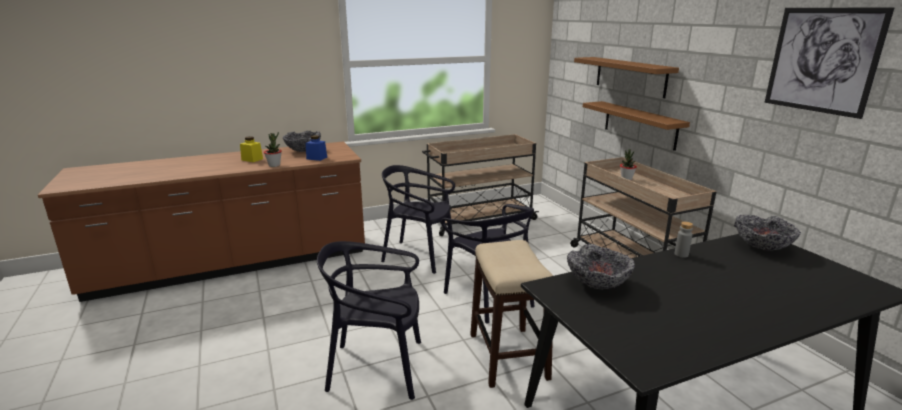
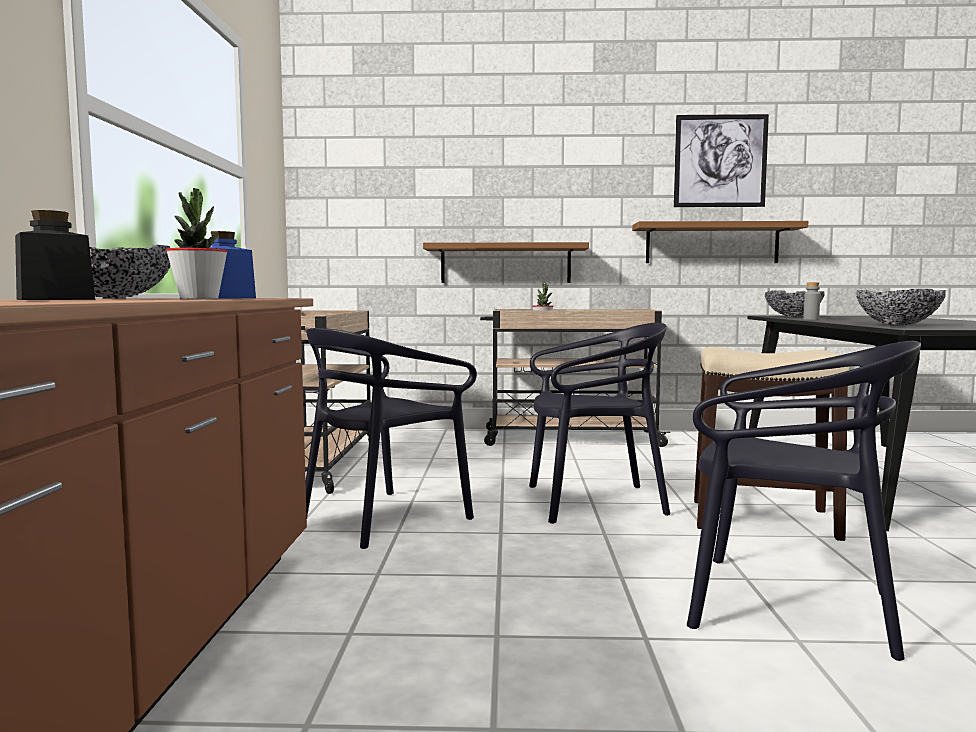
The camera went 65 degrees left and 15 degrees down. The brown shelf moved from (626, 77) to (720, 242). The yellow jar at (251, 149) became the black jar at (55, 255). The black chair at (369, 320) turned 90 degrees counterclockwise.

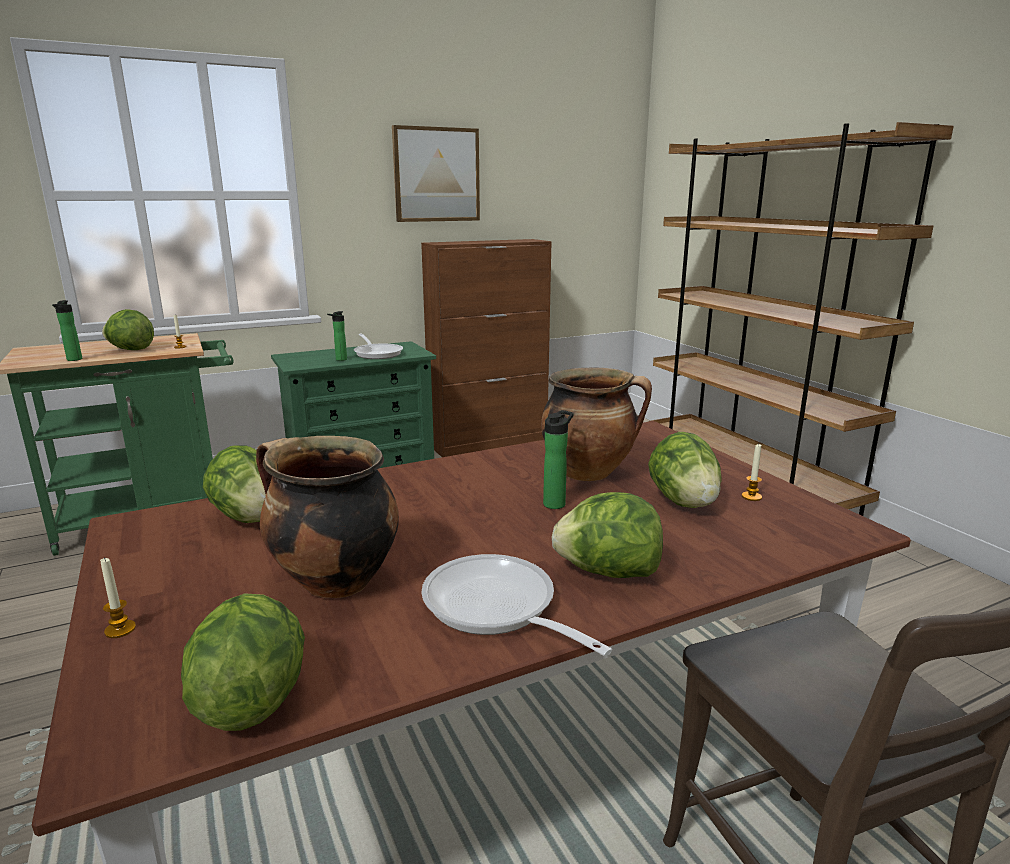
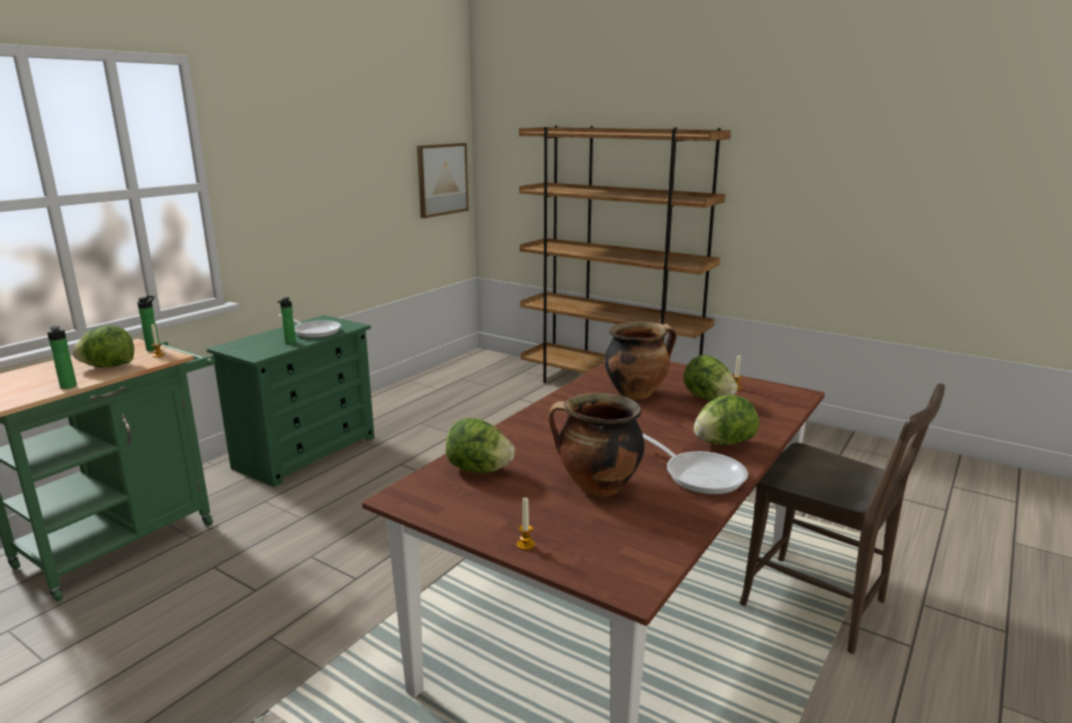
The camera went 30 degrees left and 0 degrees up. The picture moved from (436, 173) to (443, 180). The brown cabinet at (486, 348) disappeared. The bottle moved from (558, 459) to (148, 323). The frying pan at (516, 605) turned 150 degrees counterclockwise. The lettuce at (243, 662) disappeared.

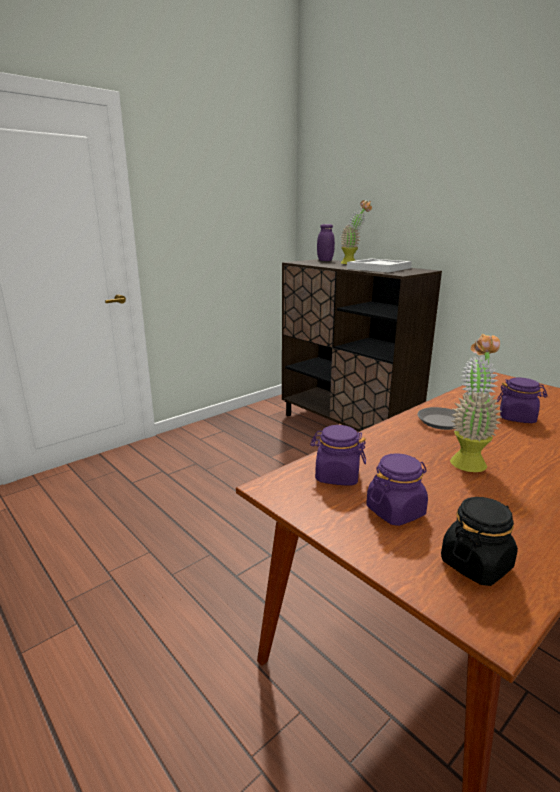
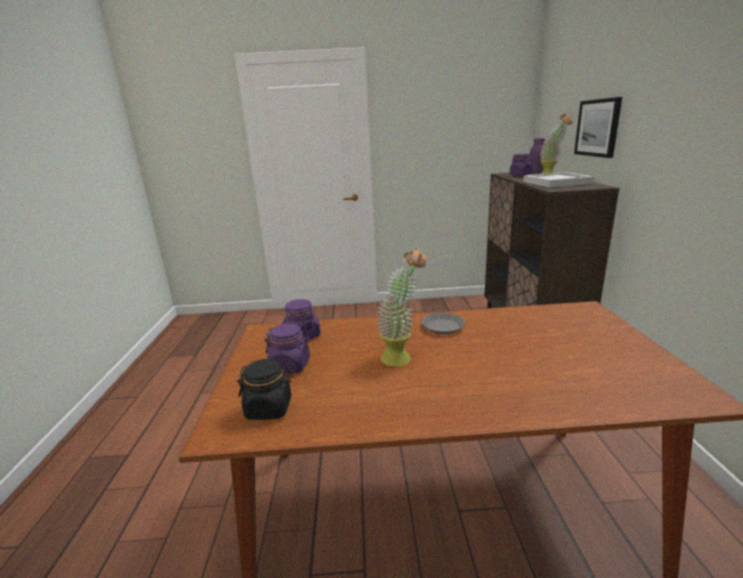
The camera went 40 degrees right and 0 degrees up. The purple jar moved from (522, 400) to (521, 165). The picture at (598, 127) appeared.

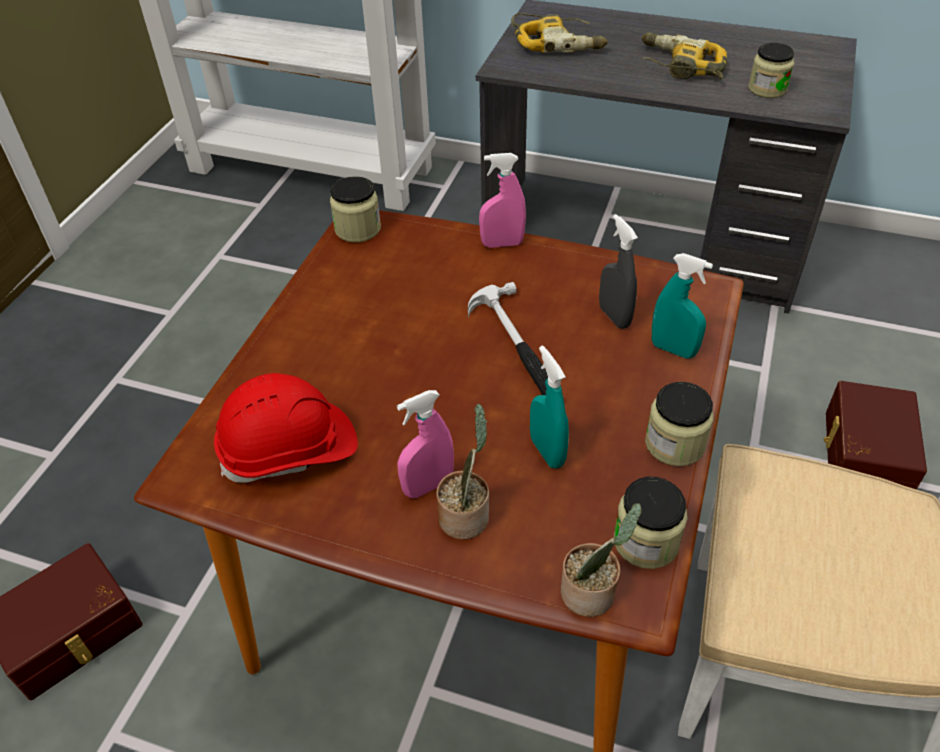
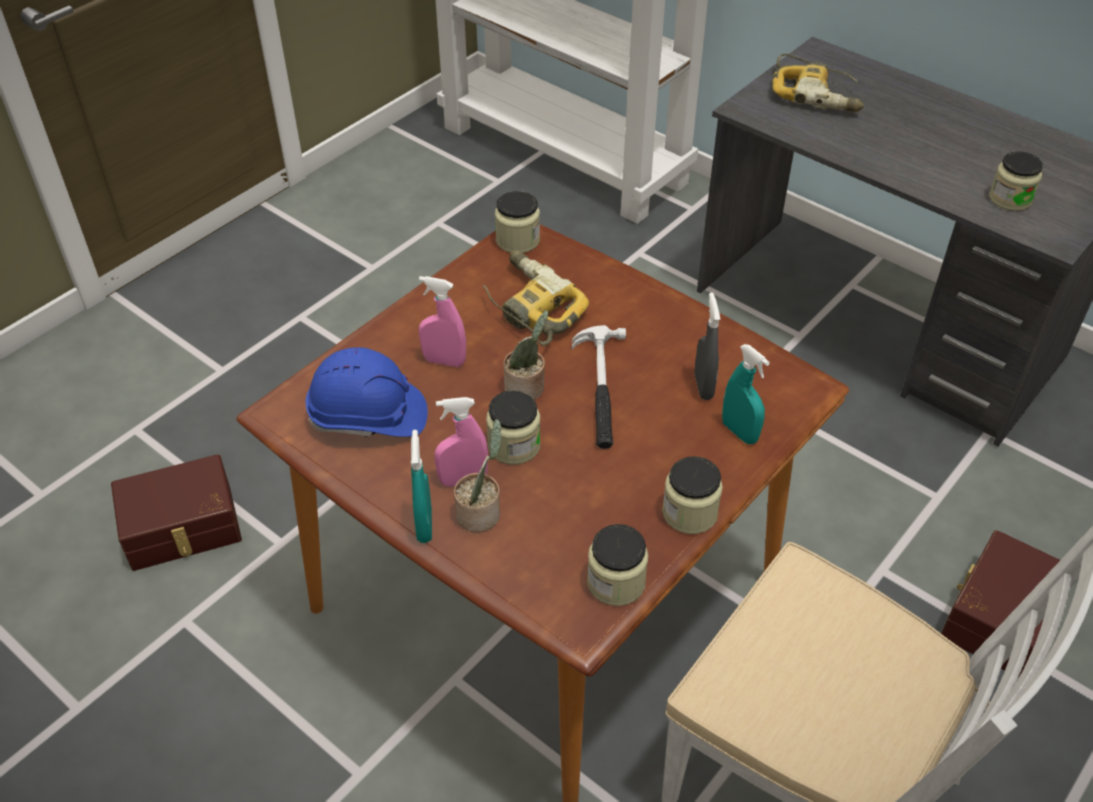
The camera went 20 degrees right and 0 degrees up. The power drill moved from (684, 56) to (536, 298). The pink spray bottle moved from (502, 200) to (442, 321). The turquoise spray bottle moved from (549, 406) to (421, 486). The red hard hat at (286, 428) became the blue hard hat at (367, 392). The potted plant moved from (601, 560) to (525, 355). The jar at (513, 427) appeared.

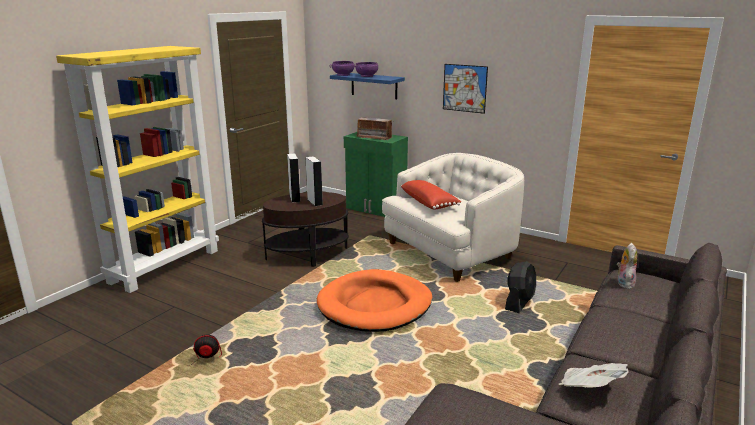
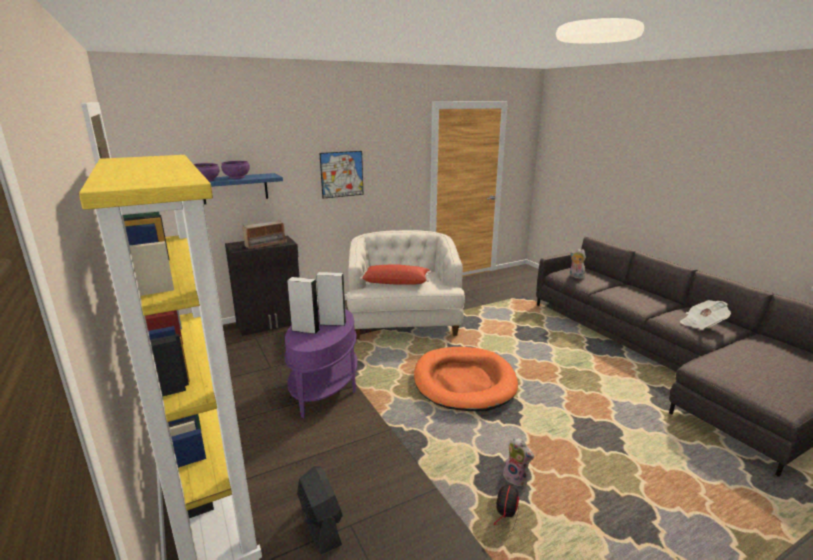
The camera went 60 degrees left and 0 degrees up. The green cabinet at (376, 174) became the black cabinet at (262, 285). The brown side table at (305, 229) became the purple side table at (321, 363). The black fan moved from (520, 287) to (320, 510). The plush toy at (518, 461) appeared.

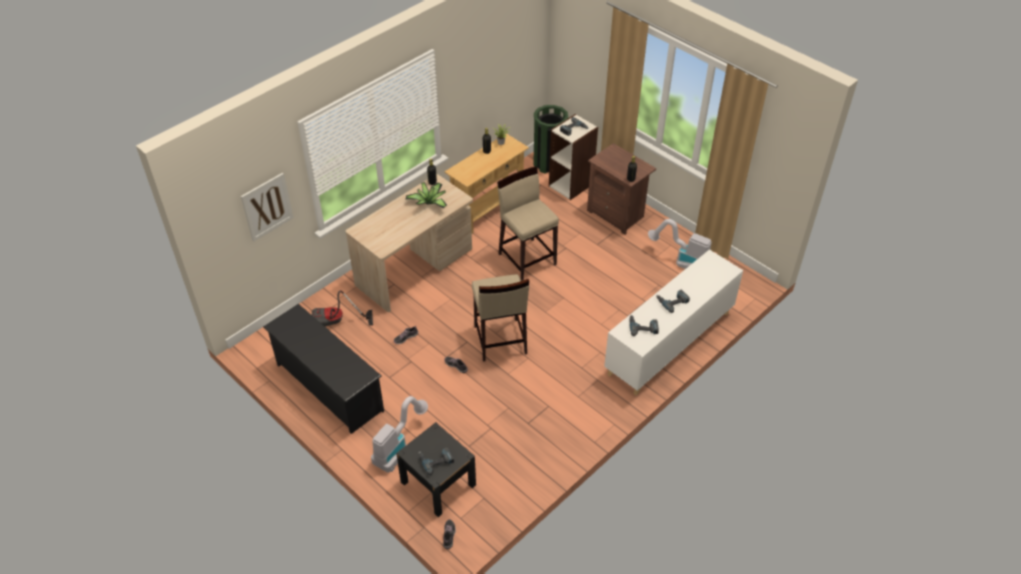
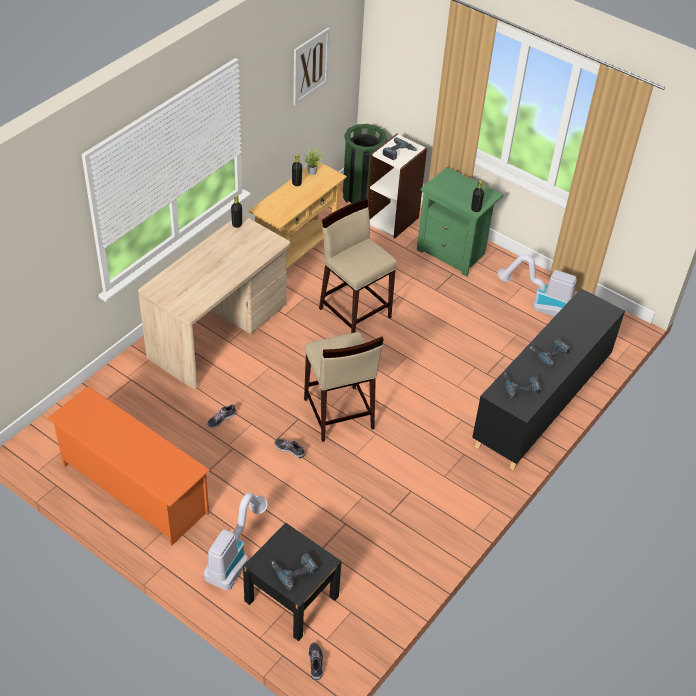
The camera went 10 degrees left and 0 degrees up. The brown nightstand at (621, 189) became the green nightstand at (460, 222). The picture moved from (267, 207) to (311, 67). The potted plant at (426, 195) disappeared. The white cabinet at (673, 322) became the black cabinet at (548, 379). The vacuum cleaner at (342, 309) disappeared. The black shoe rack at (323, 369) became the orange shoe rack at (128, 465).

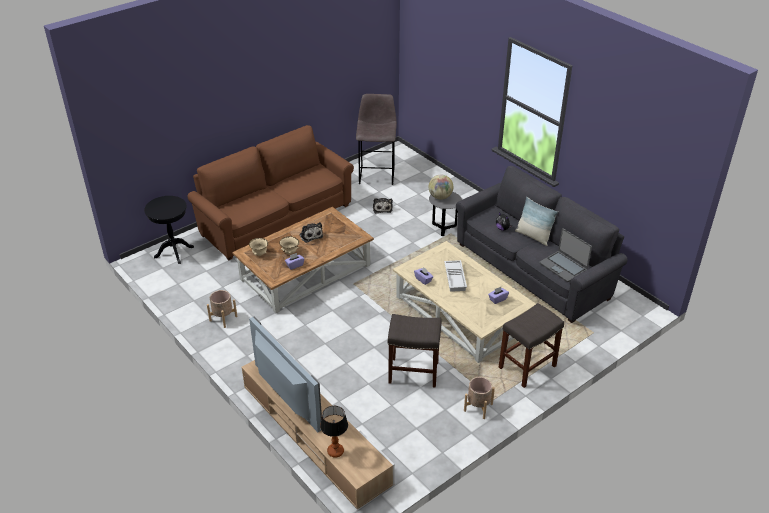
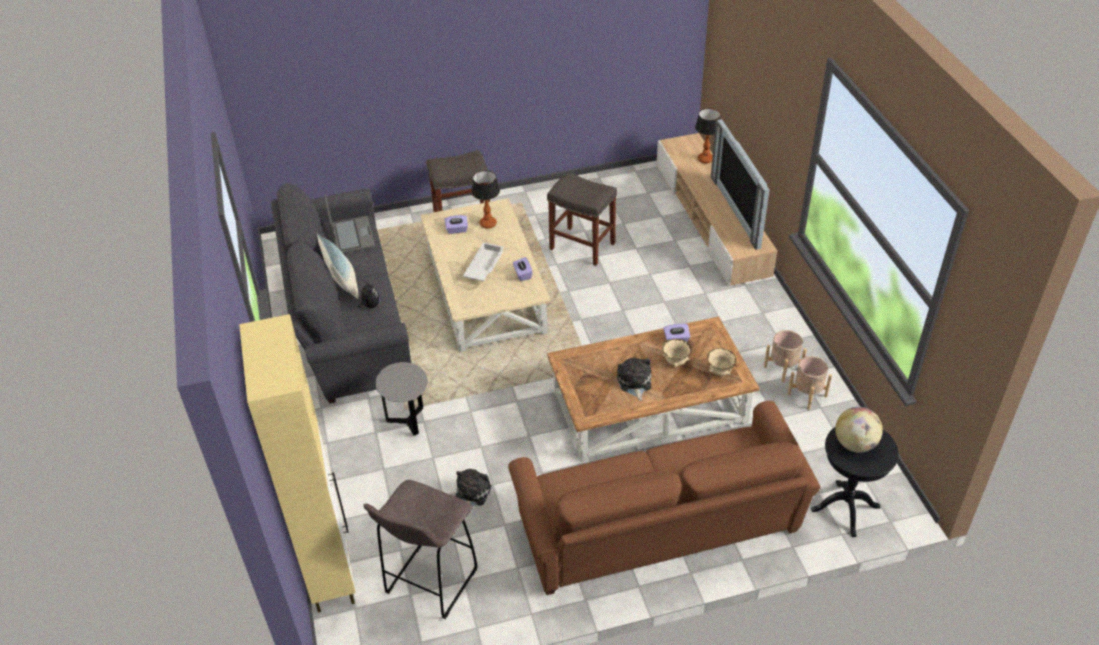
The camera went 155 degrees left and 5 degrees up. The globe moved from (441, 187) to (859, 430). The beige planter moved from (479, 398) to (810, 383). The table lamp at (485, 199) appeared. The beige cabinet at (297, 463) appeared.

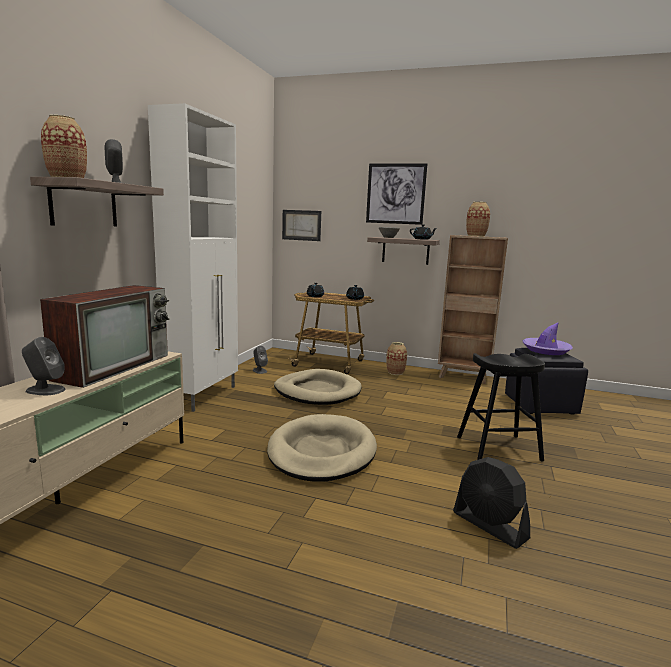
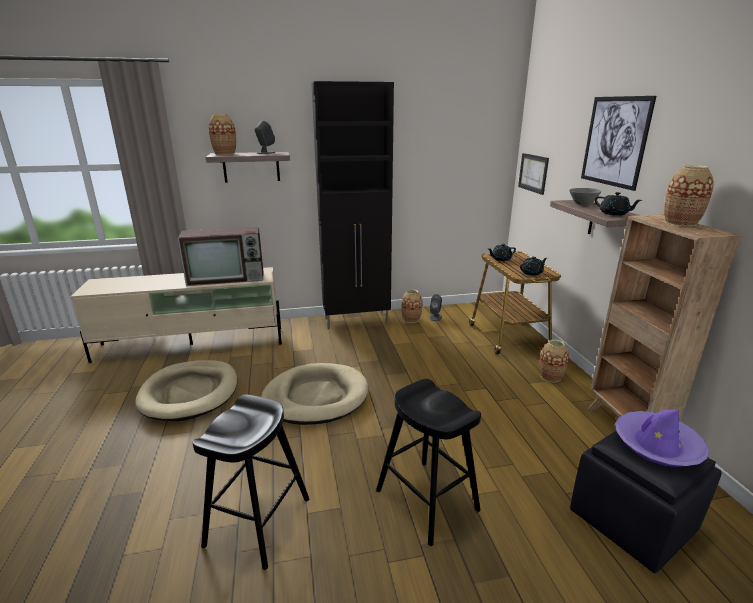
The camera went 60 degrees right and 10 degrees up. The white cabinet at (193, 257) became the black cabinet at (352, 204). The grey speaker at (44, 366) disappeared. The beige dog bed moved from (318, 387) to (186, 390). The black fan at (491, 503) was replaced by the black stool at (251, 482). The vase at (412, 306) appeared.

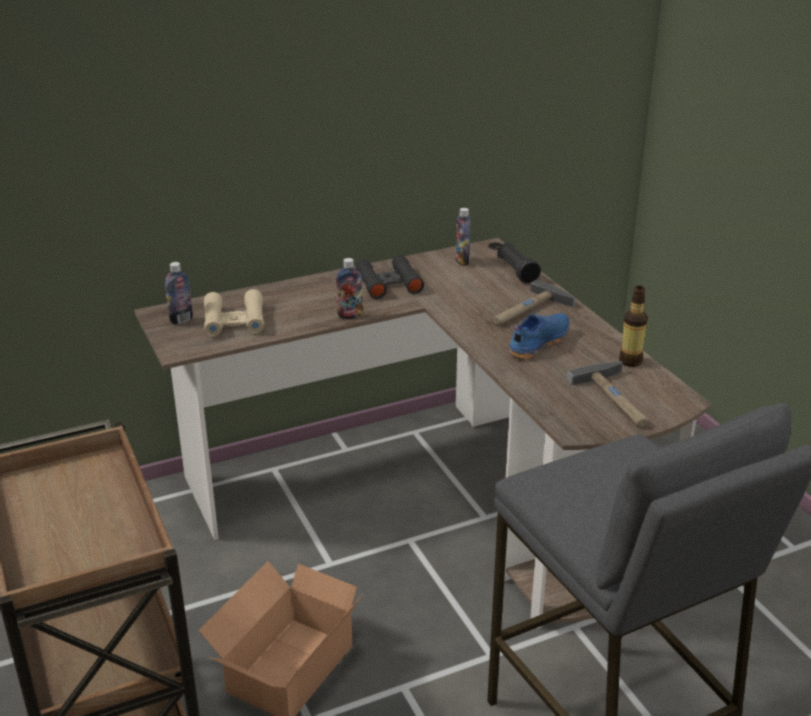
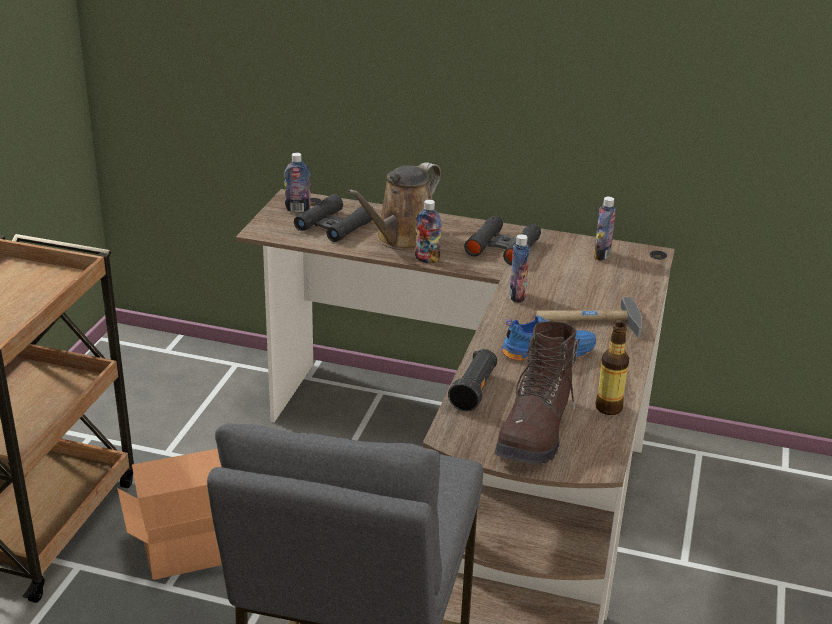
The camera went 40 degrees right and 0 degrees up. The black flashlight moved from (519, 263) to (472, 380). The beige binoculars at (234, 313) became the black binoculars at (334, 218). The hammer at (607, 394) was replaced by the brown boot at (537, 393). The brown watering can at (394, 206) appeared. The bottle at (519, 268) appeared.

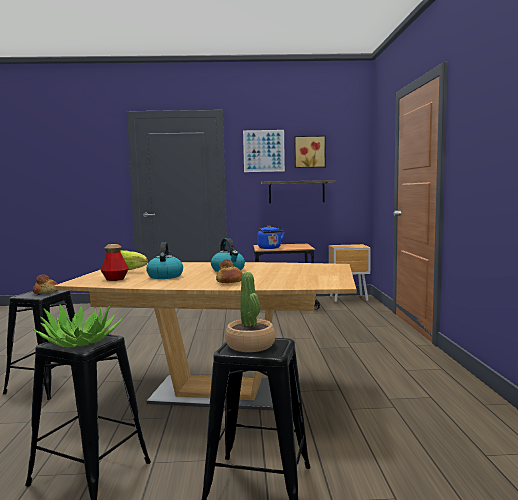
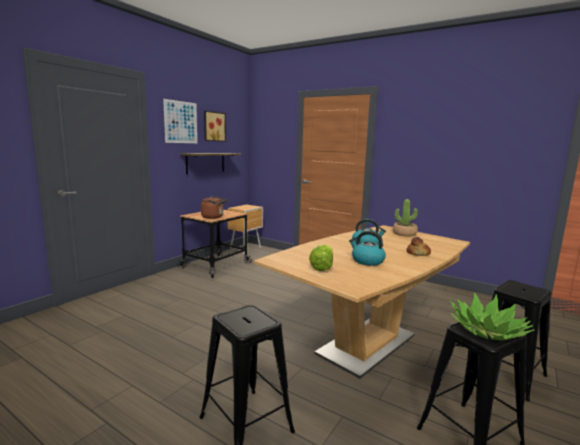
The camera went 55 degrees left and 5 degrees up. The blue kettle at (271, 237) became the brown kettle at (214, 207). The bottle at (114, 262) disappeared. The potted plant moved from (250, 312) to (405, 217). The bread at (45, 284) disappeared.

